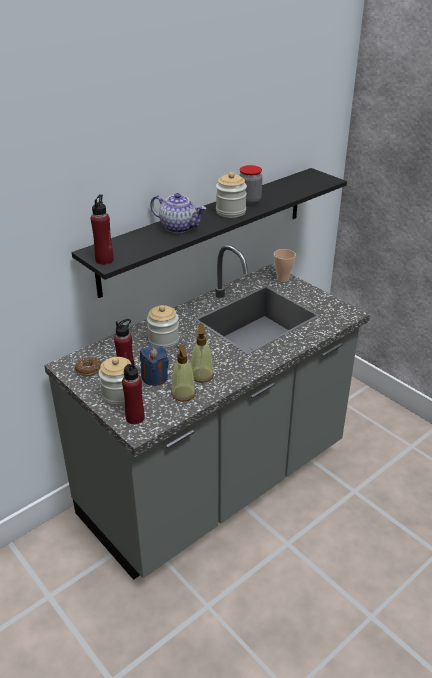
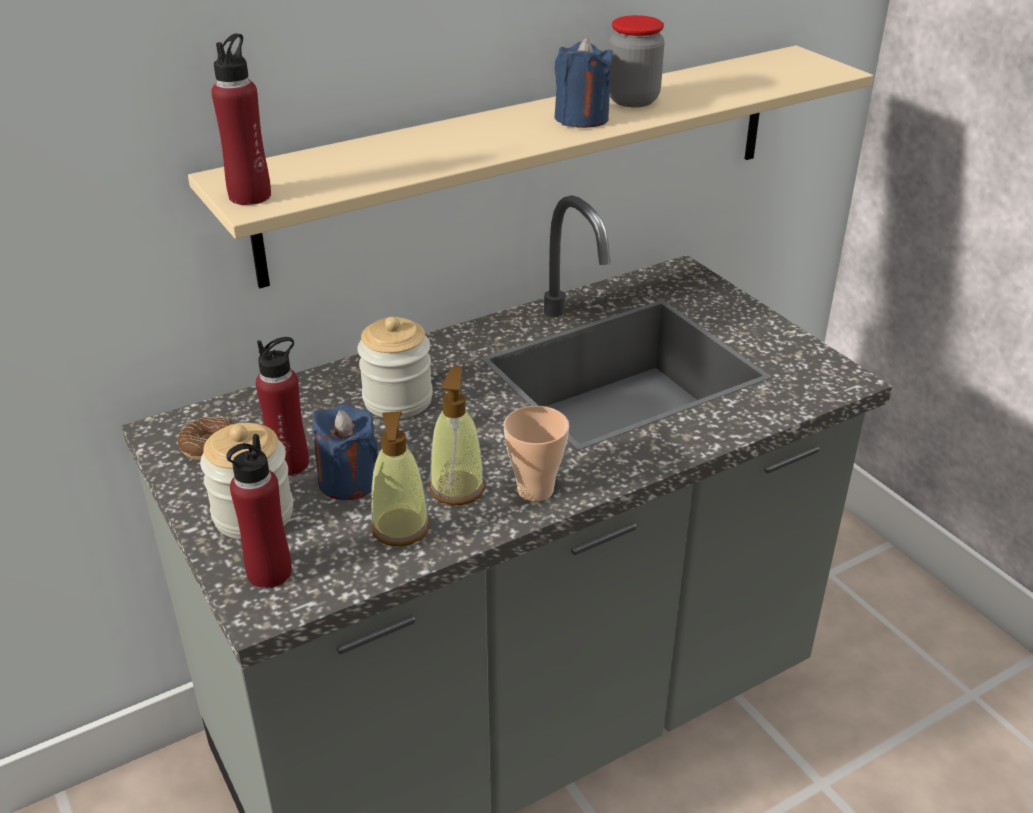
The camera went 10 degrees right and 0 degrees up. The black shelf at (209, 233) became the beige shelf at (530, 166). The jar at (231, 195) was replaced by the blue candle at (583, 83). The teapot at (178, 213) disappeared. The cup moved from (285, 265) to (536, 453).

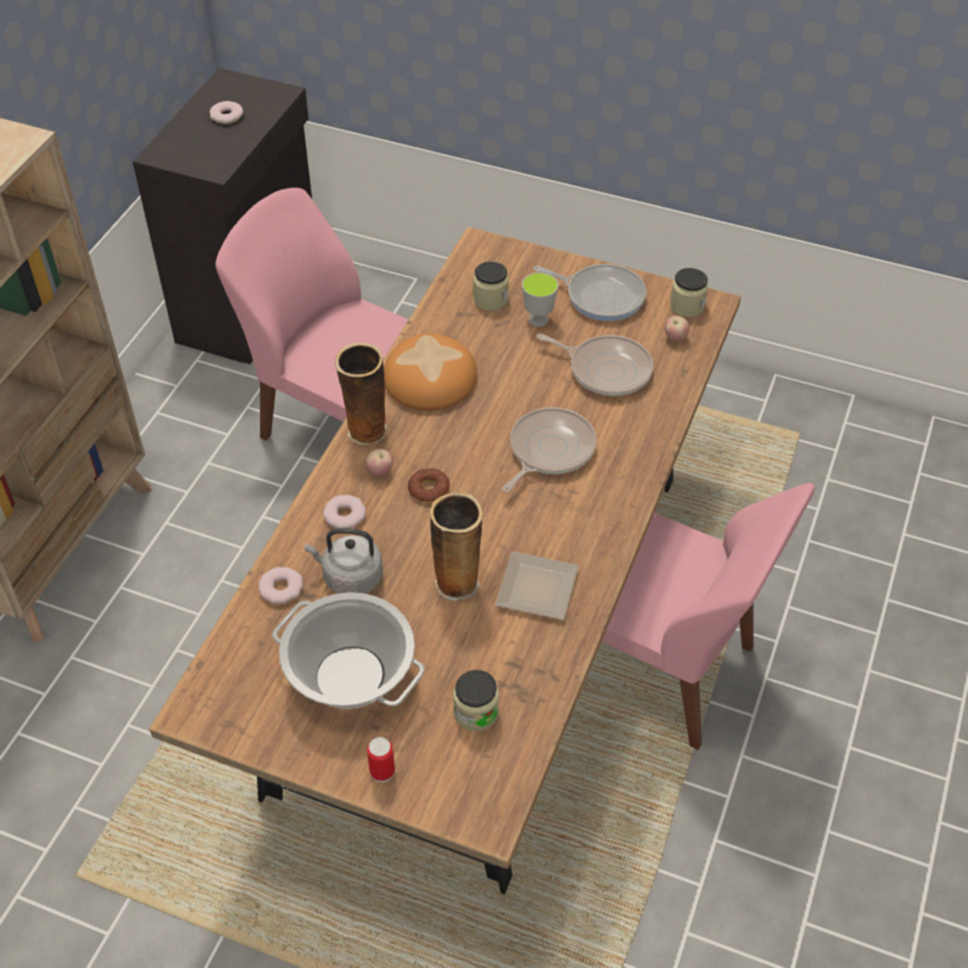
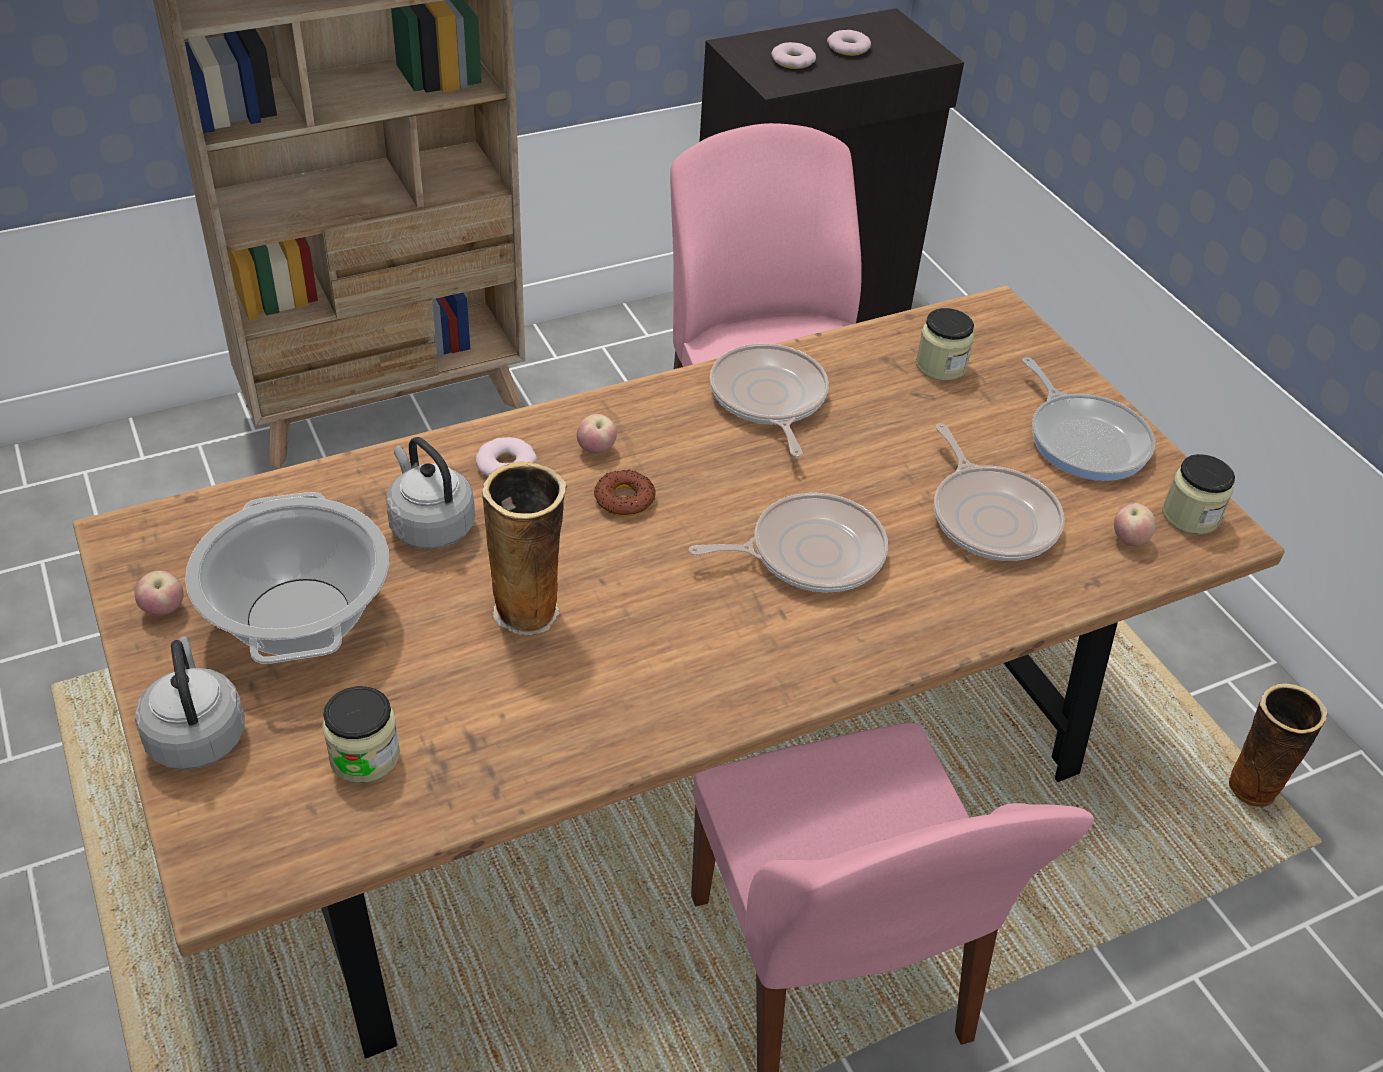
The camera went 40 degrees right and 5 degrees down. The cup at (540, 299) disappeared. The bread at (430, 372) was replaced by the frying pan at (769, 400). The vase moved from (361, 393) to (1278, 745). The plate at (537, 586) disappeared. The donut moved from (281, 585) to (793, 55). The can at (381, 759) was replaced by the grey kettle at (190, 703). The apple at (159, 593) appeared.

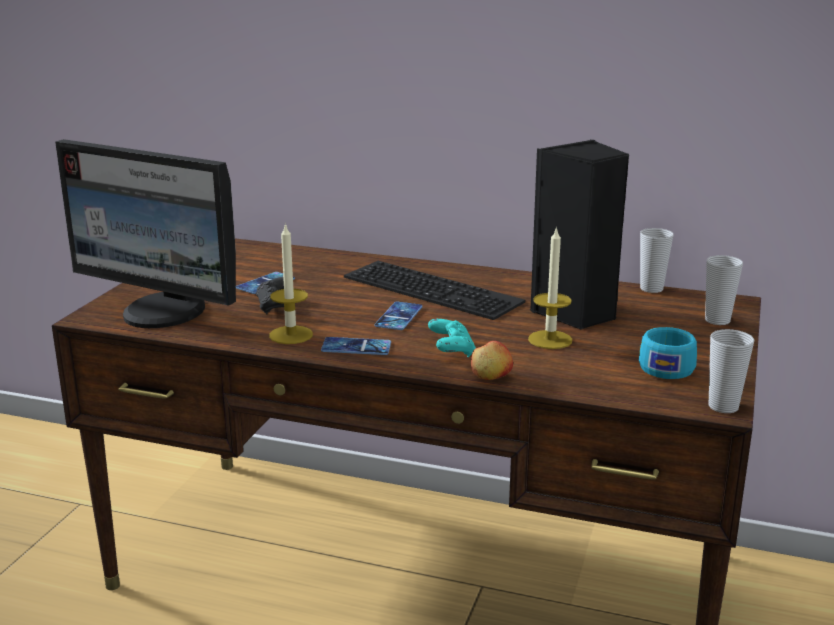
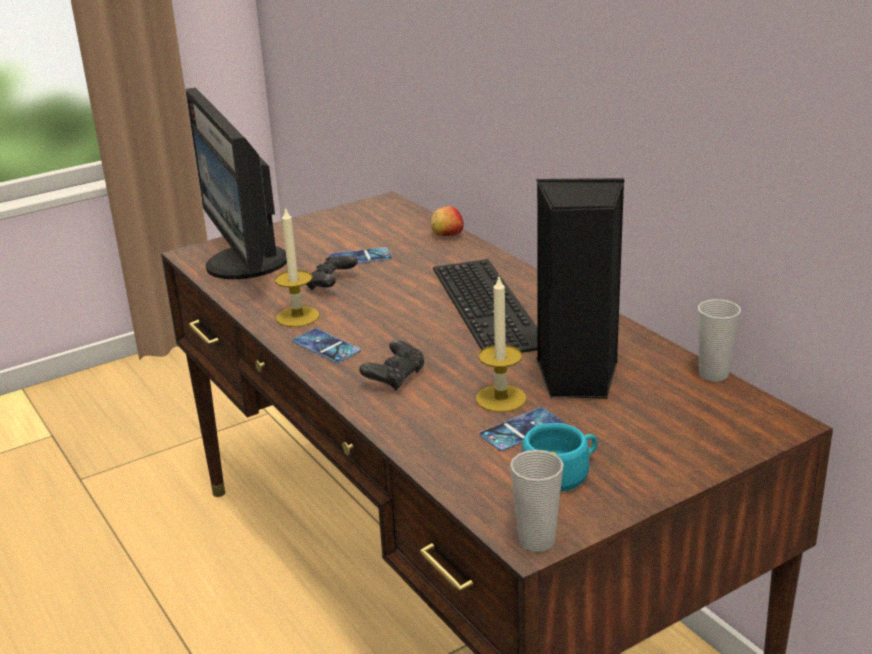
The camera went 40 degrees right and 5 degrees up. The cup at (724, 290) disappeared. The phone moved from (398, 316) to (522, 429). The turquoise game controller at (452, 338) became the black game controller at (392, 365). The apple moved from (492, 360) to (447, 221).

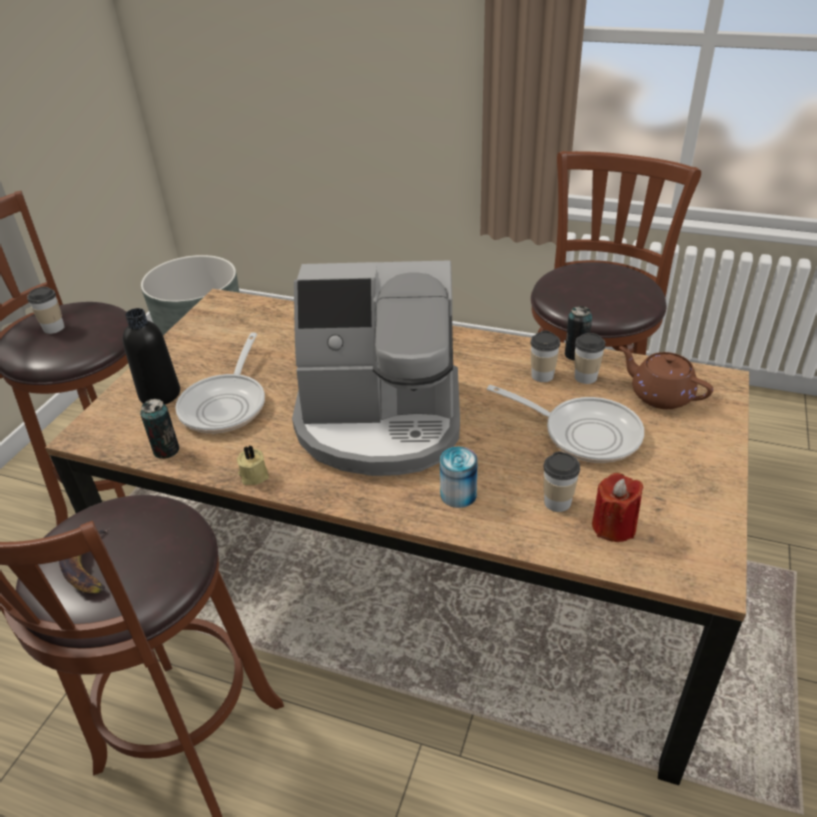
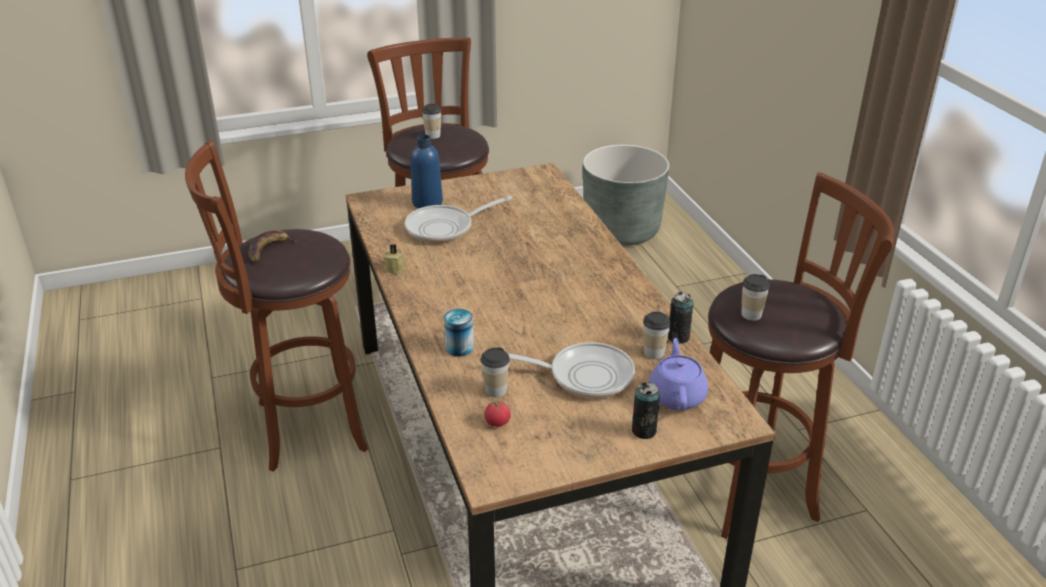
The camera went 50 degrees right and 5 degrees down. The coffee machine at (376, 368) disappeared. The black bottle at (151, 356) became the blue bottle at (427, 171). The cup moved from (545, 356) to (755, 297). The brown teapot at (666, 377) became the purple teapot at (678, 374). The frying pan at (565, 424) turned 75 degrees counterclockwise. The can moved from (159, 429) to (646, 410). The red candle at (618, 507) was replaced by the tomato at (497, 413).

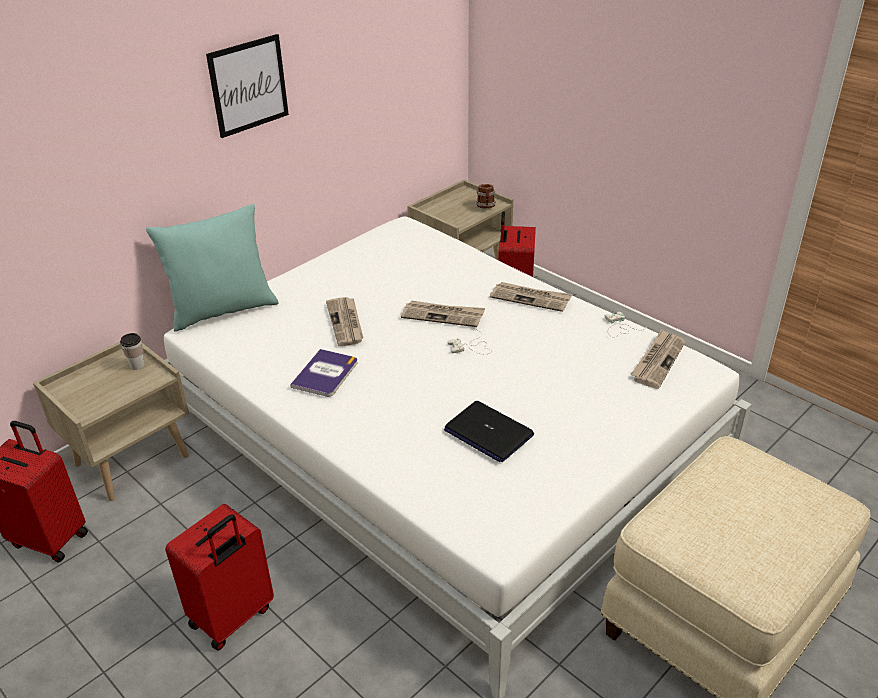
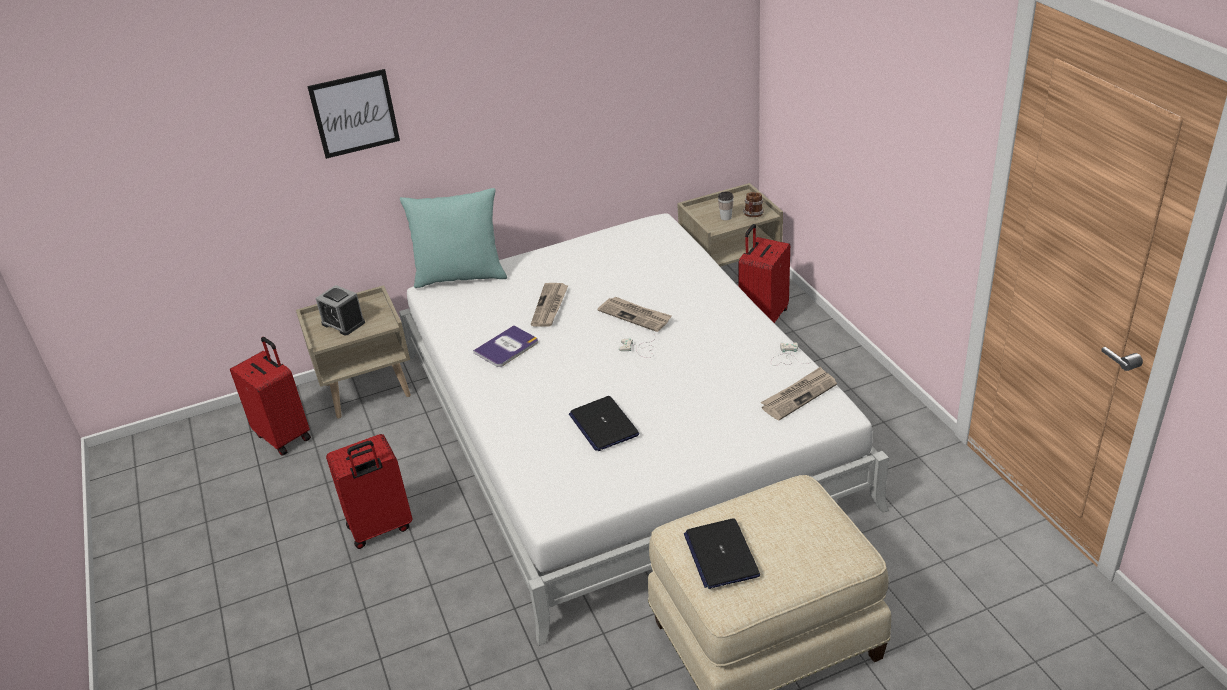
The camera went 25 degrees right and 0 degrees up. The picture moved from (247, 86) to (353, 114). The newspaper at (531, 297) disappeared. The cup moved from (132, 351) to (726, 205). The alarm clock at (340, 310) appeared. The laptop at (722, 553) appeared.

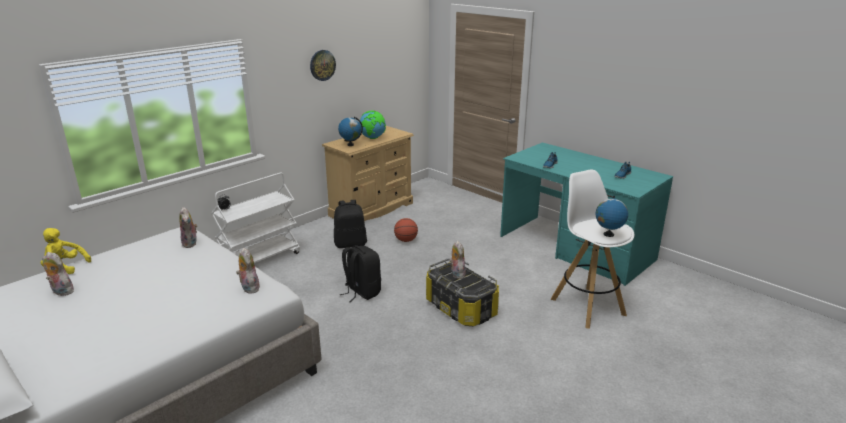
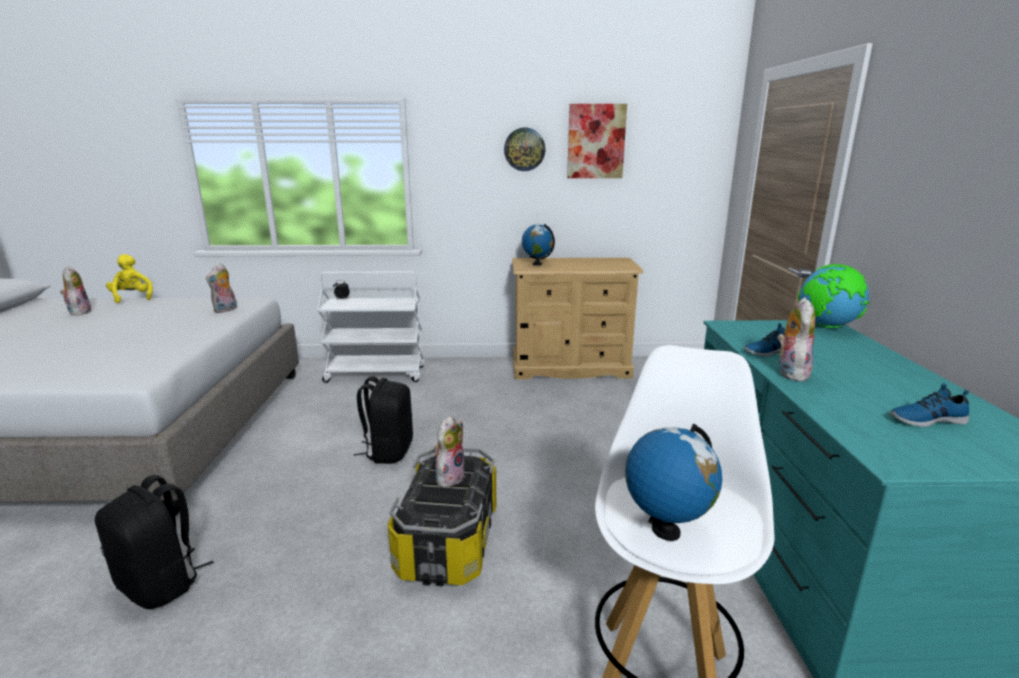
The camera went 45 degrees right and 5 degrees down. The globe moved from (372, 125) to (834, 296). The black backpack moved from (350, 224) to (154, 542). The basketball at (406, 230) disappeared. The plush toy moved from (247, 271) to (796, 339). The picture at (597, 141) appeared.

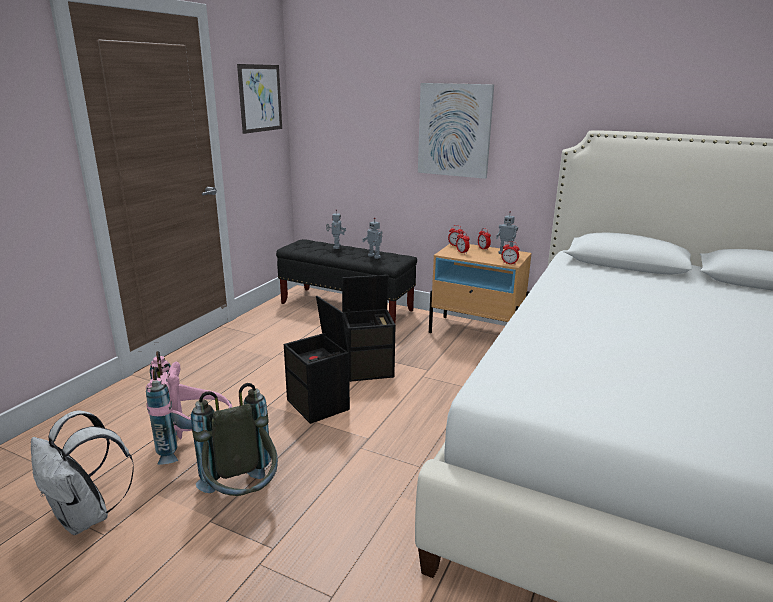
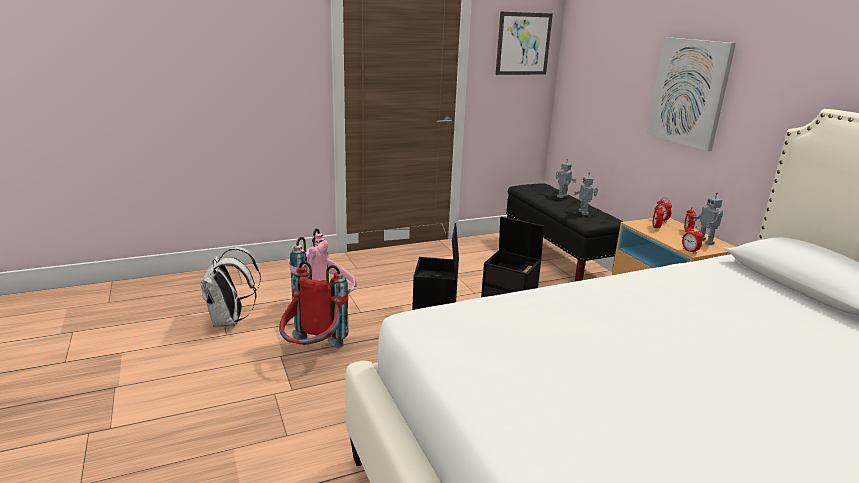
The camera went 40 degrees right and 0 degrees up. The grey backpack at (234, 439) became the red backpack at (313, 304).

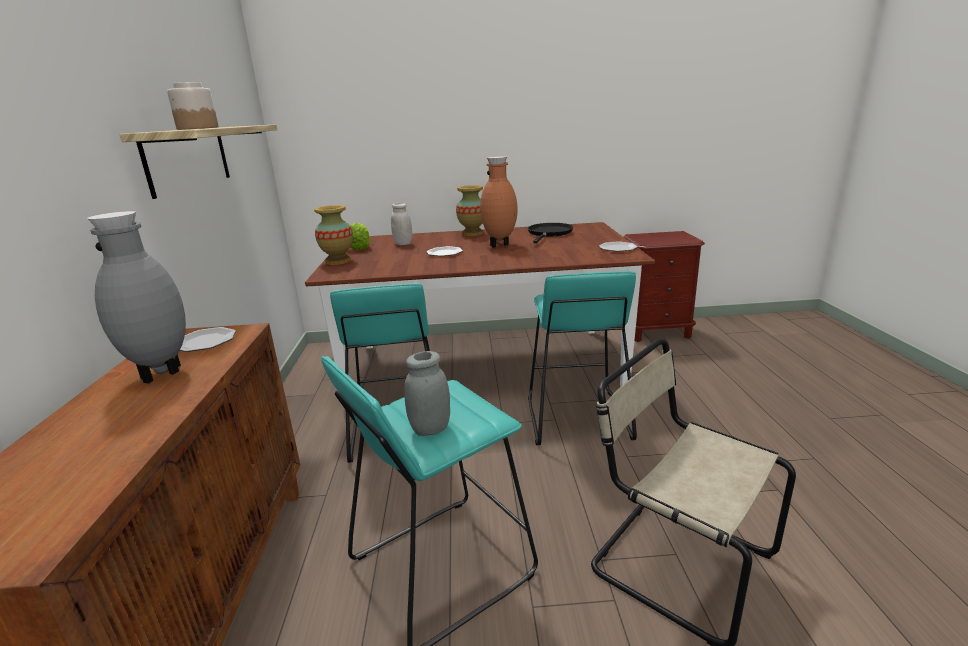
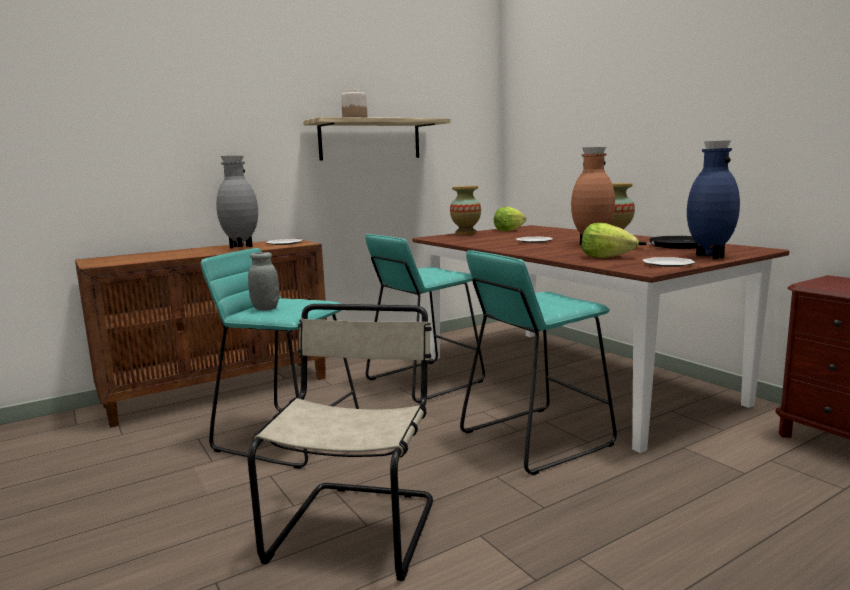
The camera went 60 degrees right and 10 degrees down. The white jar at (401, 224) disappeared. The blue vase at (713, 199) appeared. The lettuce at (610, 240) appeared.

